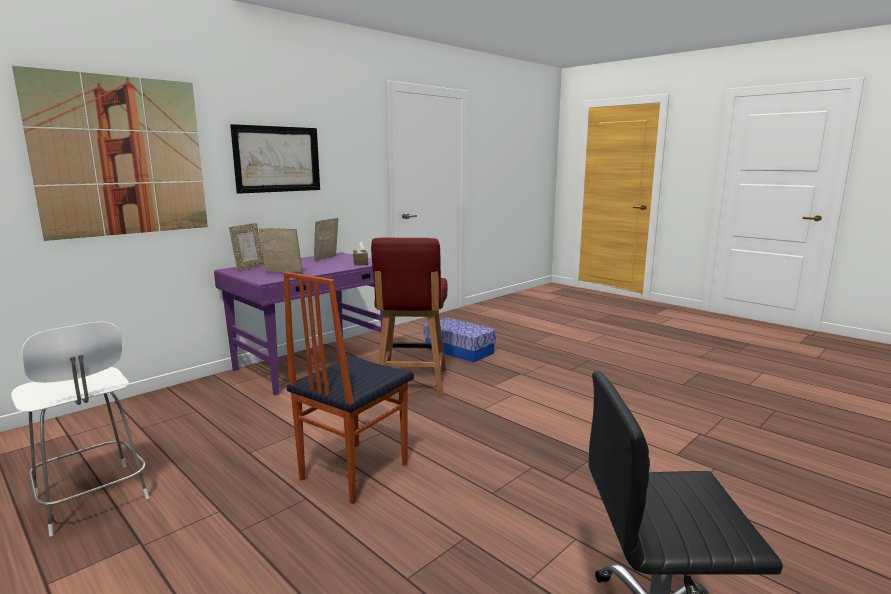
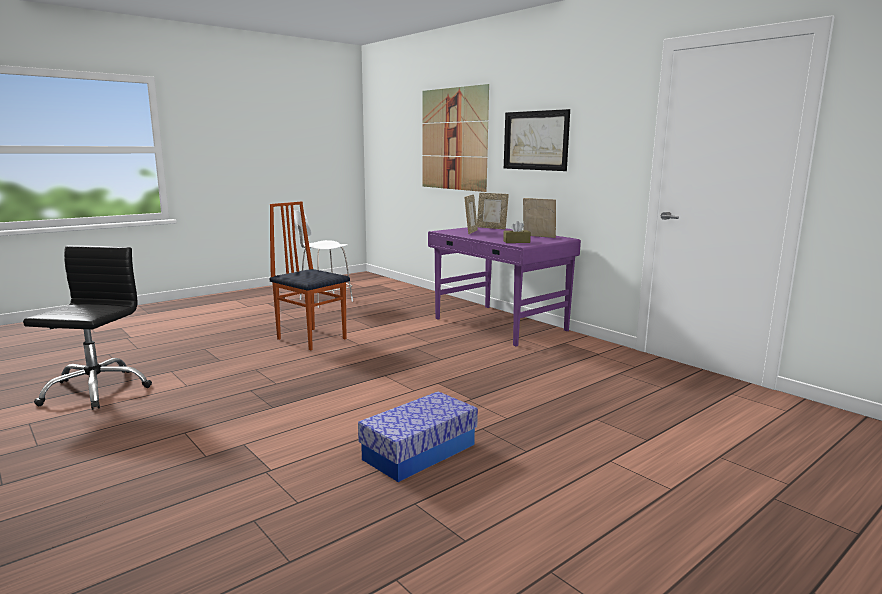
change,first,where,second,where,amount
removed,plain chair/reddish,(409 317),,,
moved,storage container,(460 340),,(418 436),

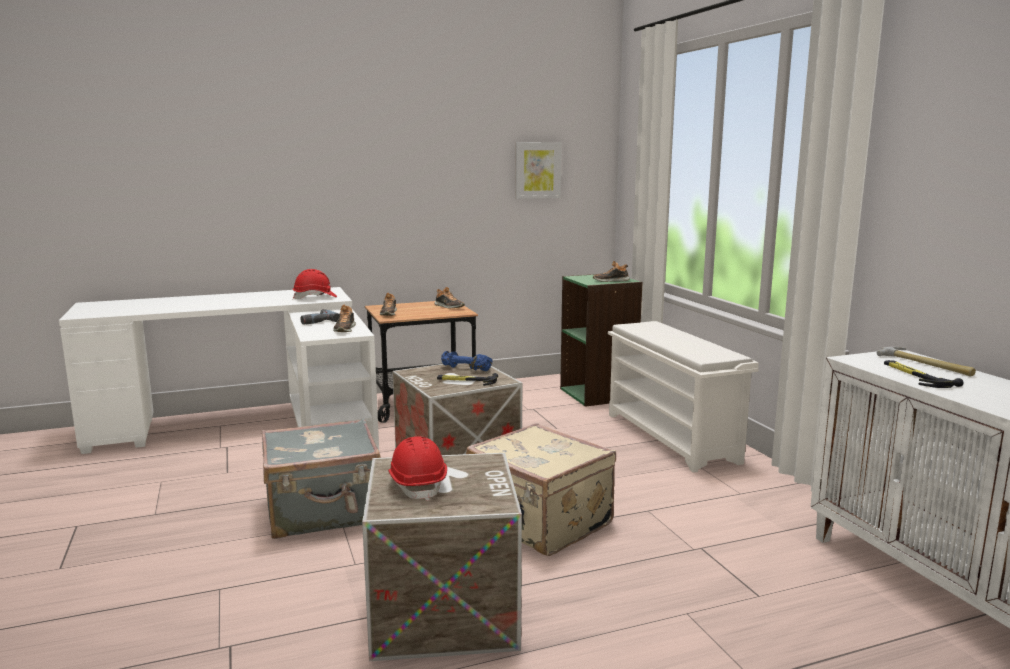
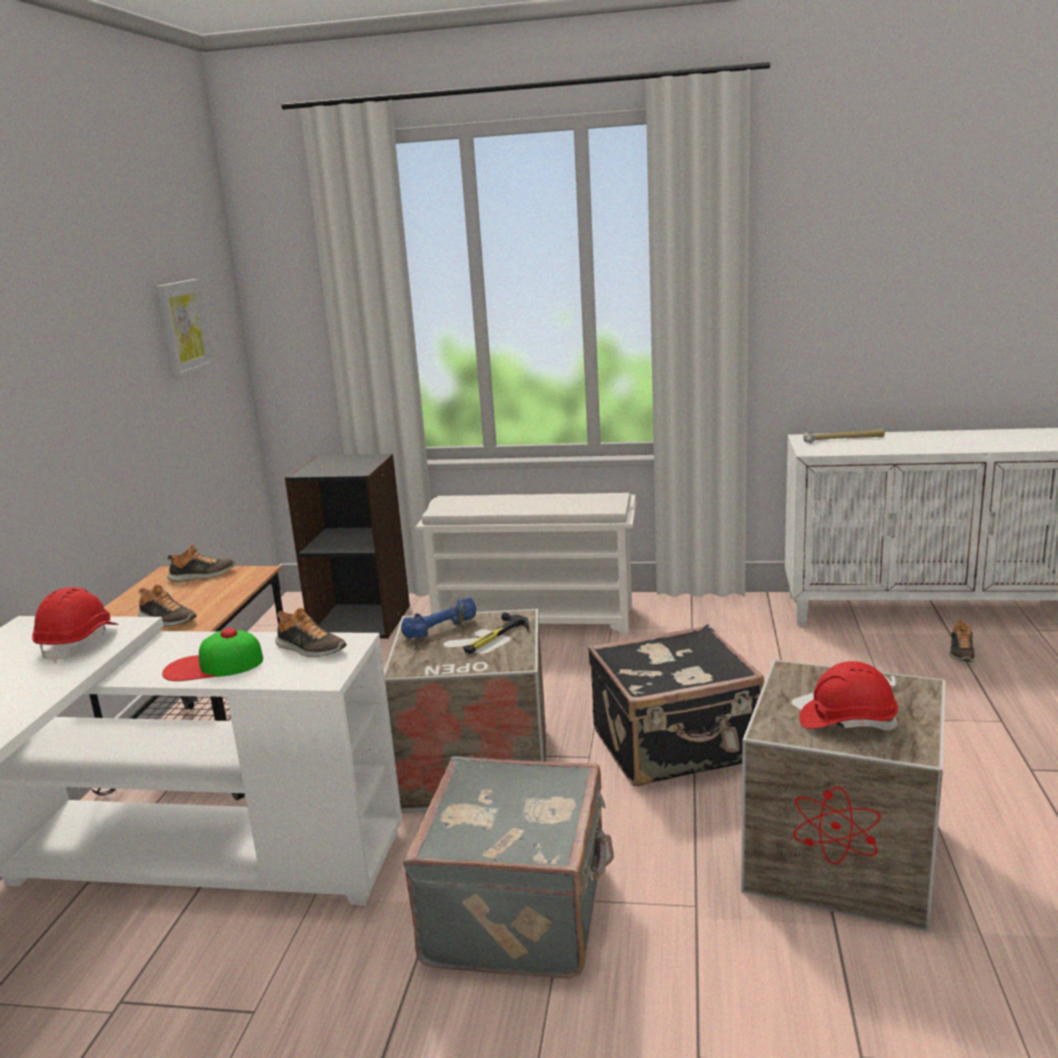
change,first,where,second,where,amount
moved,item of footwear,(611 271),,(962 641),
recoloured,bookshelf/green,(601 340),bookshelf/black,(347 546),
replaced,drill,(320 317),baseball cap,(212 654),
removed,tool hammer,(924 374),,,
recoloured,suitcase/beige,(541 489),suitcase/black,(676 705),

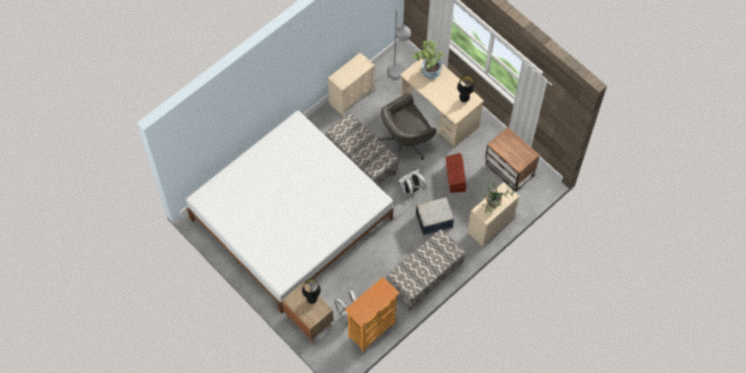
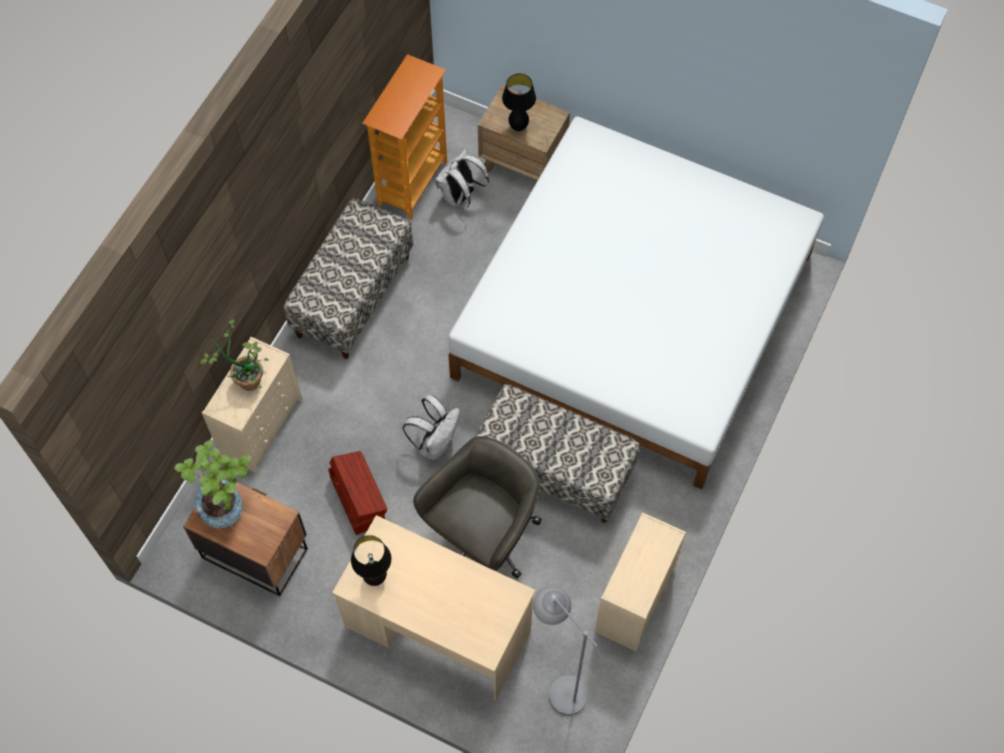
change,first,where,second,where,amount
moved,potted plant,(429 59),,(212 484),
removed,storage container,(435 216),,,

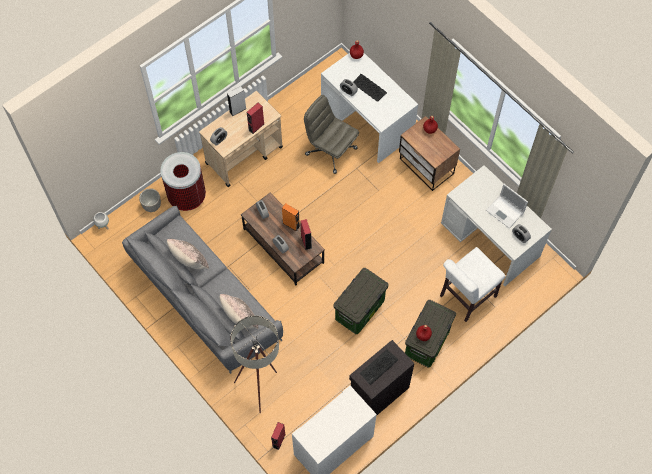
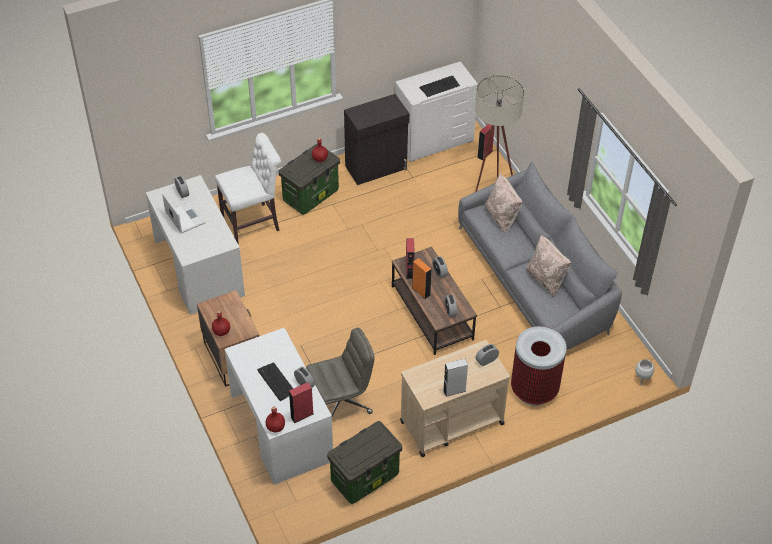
change,first,where,second,where,amount
turned,desk chair/gray,(331 134),,(340 372),75 degrees counterclockwise
moved,loudspeaker/reddish,(255 118),,(301 402),
removed,planter,(150 200),,,
moved,storage container,(360 301),,(364 462),
moved,computer keyboard,(379 367),,(439 86),

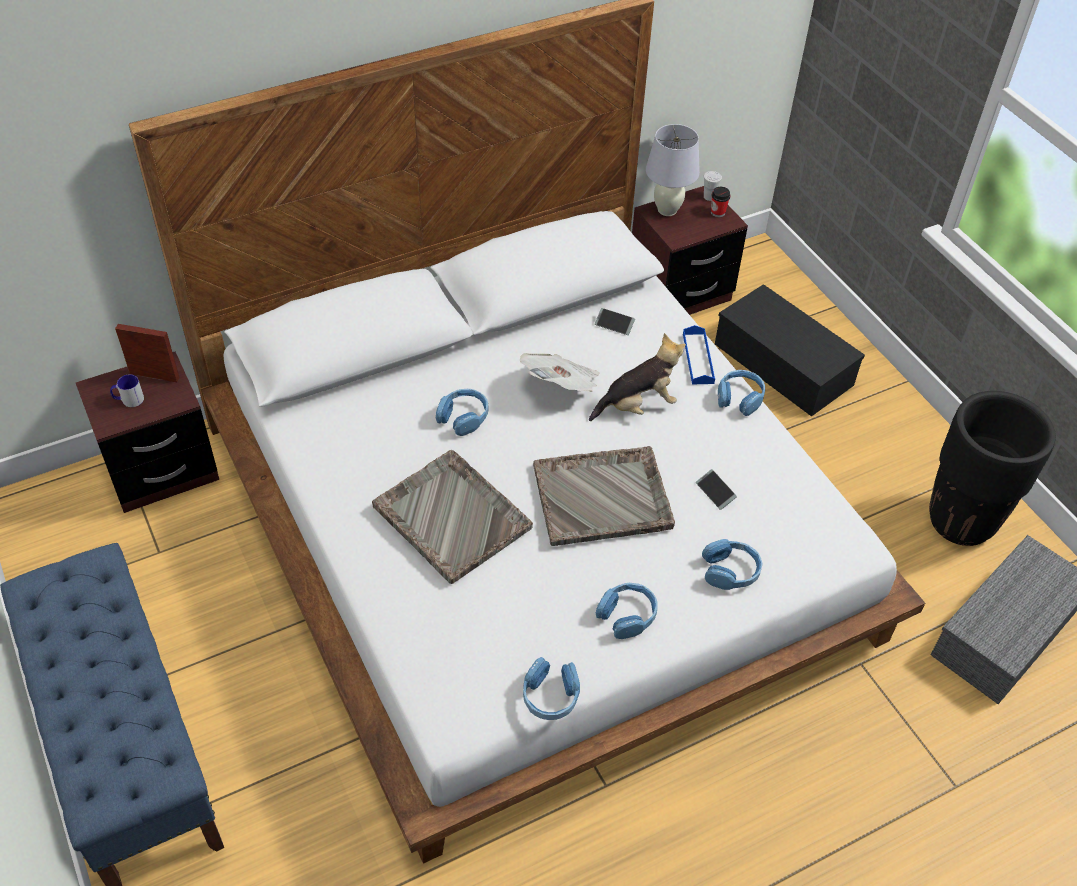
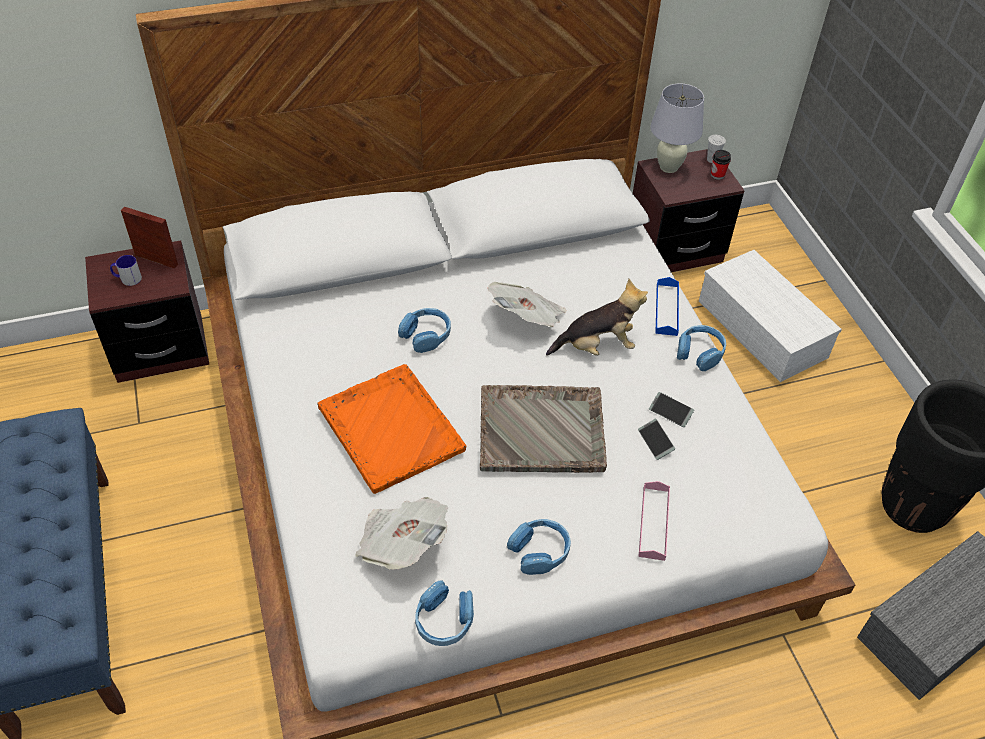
change,first,where,second,where,amount
recoloured,storage container/black,(790 350),storage container/whitish,(770 316),
moved,phone,(615 321),,(671 409),
recoloured,serving tray/gray,(452 517),serving tray/orange,(391 429),
replaced,pair of headphones/blue-coloured,(732 564),serving tray/pink-coloured,(654 521),
added,,,daily paper,(401 533),

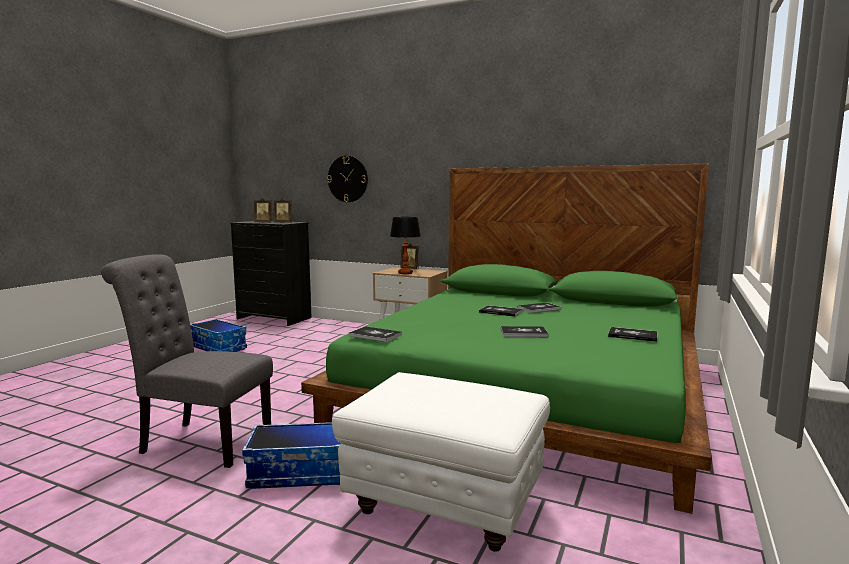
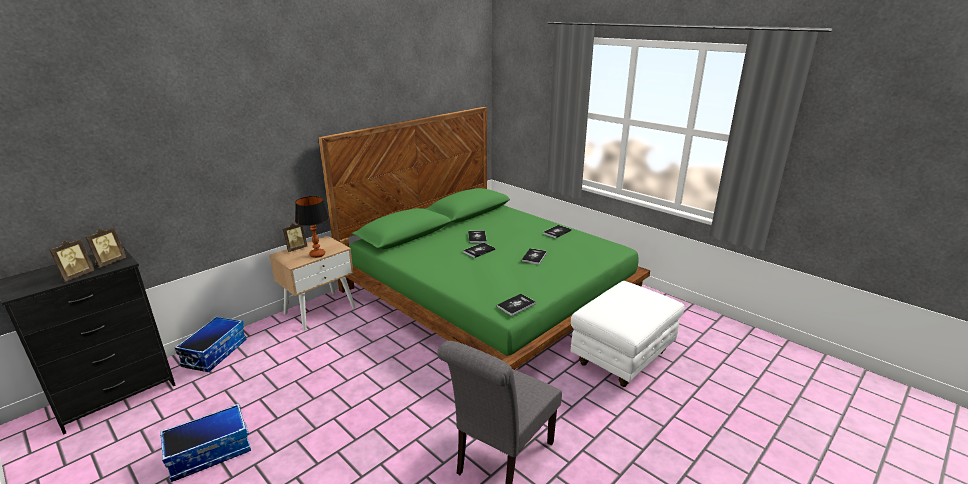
change,first,where,second,where,amount
removed,clock on the wall,(347 179),,,
moved,storage container,(291 455),,(210 344),

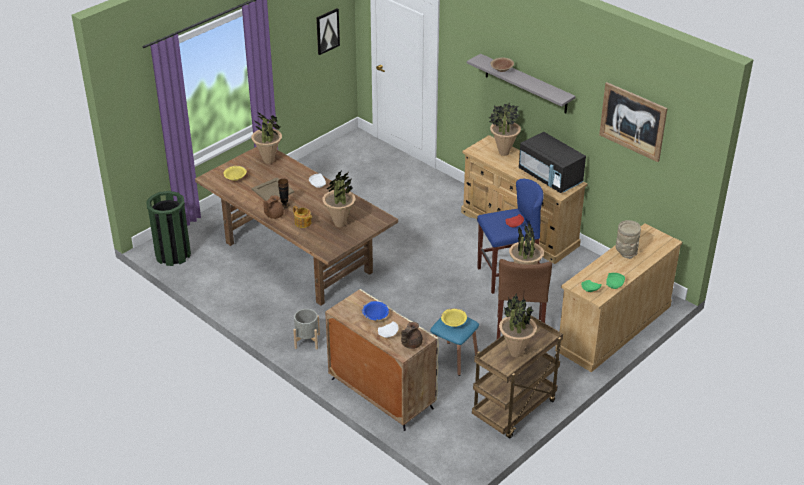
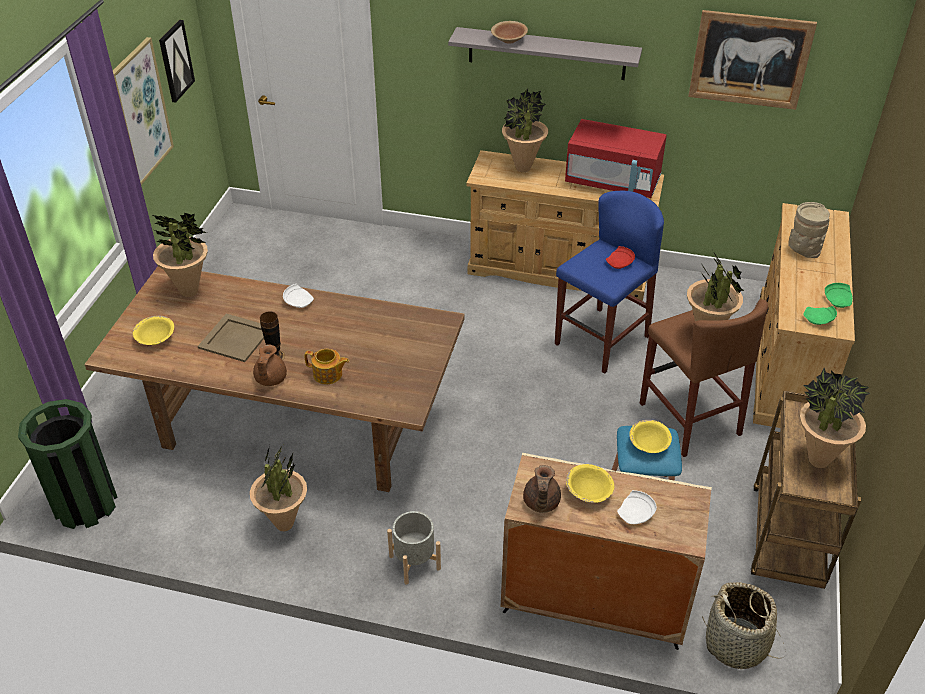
change,first,where,second,where,amount
recoloured,microwave/black,(552 162),microwave/reddish,(616 158),
moved,potted plant,(338 199),,(278 488),
recoloured,serving bowl/blue-coloured,(375 310),serving bowl/yellowish,(590 483),
moved,teapot/brownish,(412 335),,(542 489),
added,,,picture,(143 111),
added,,,storage basket,(743 625),

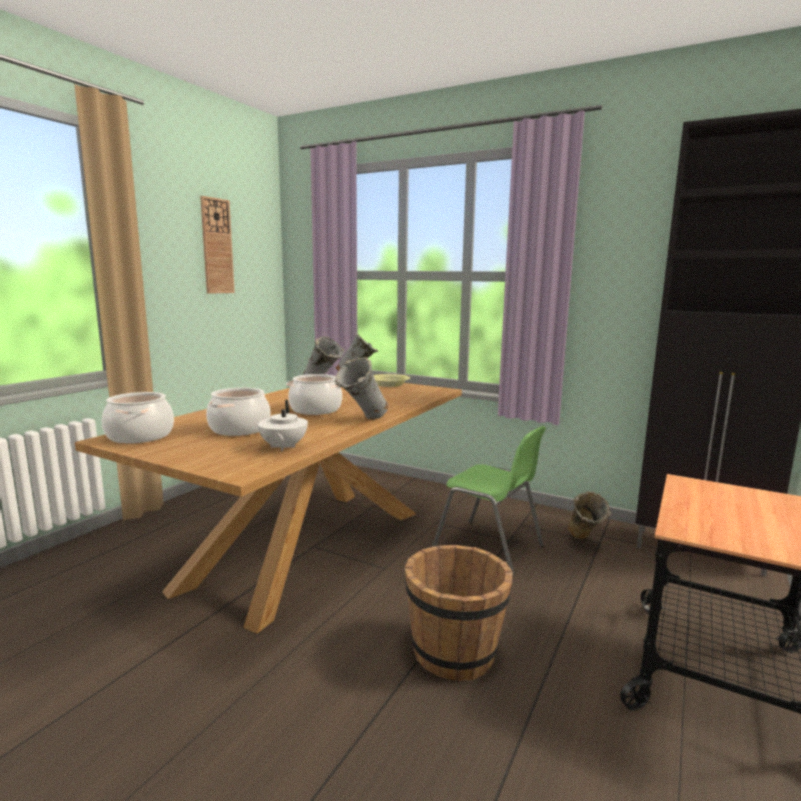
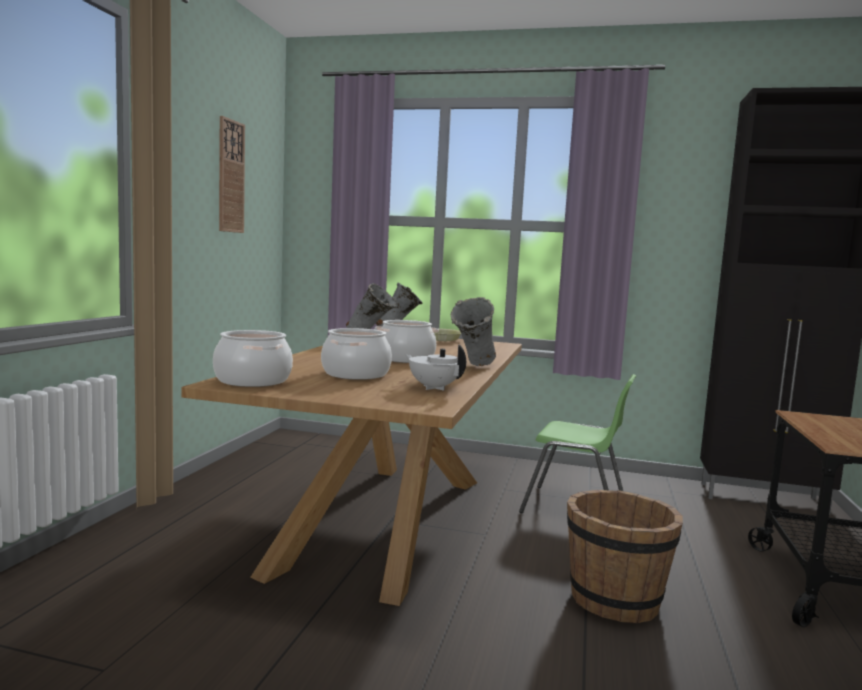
change,first,where,second,where,amount
turned,teapot/whitish,(283 425),,(435 368),150 degrees clockwise
removed,decorative vase/beige,(589 515),,,

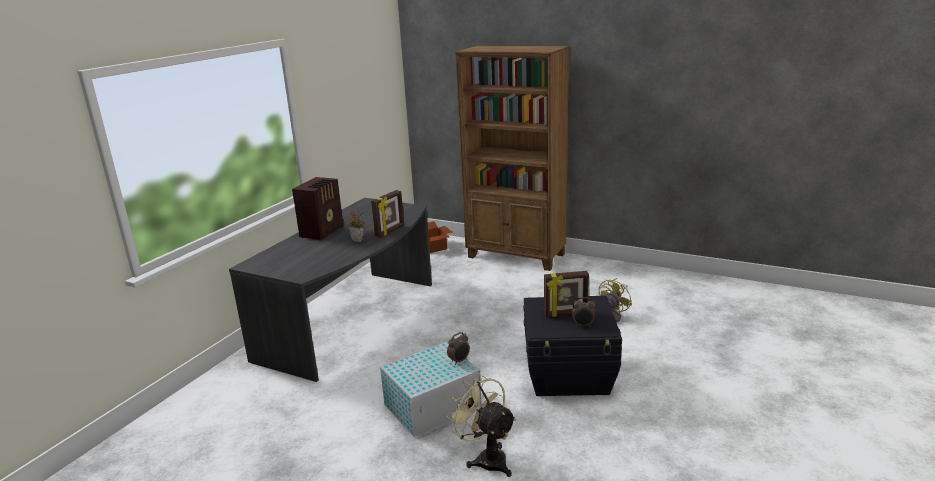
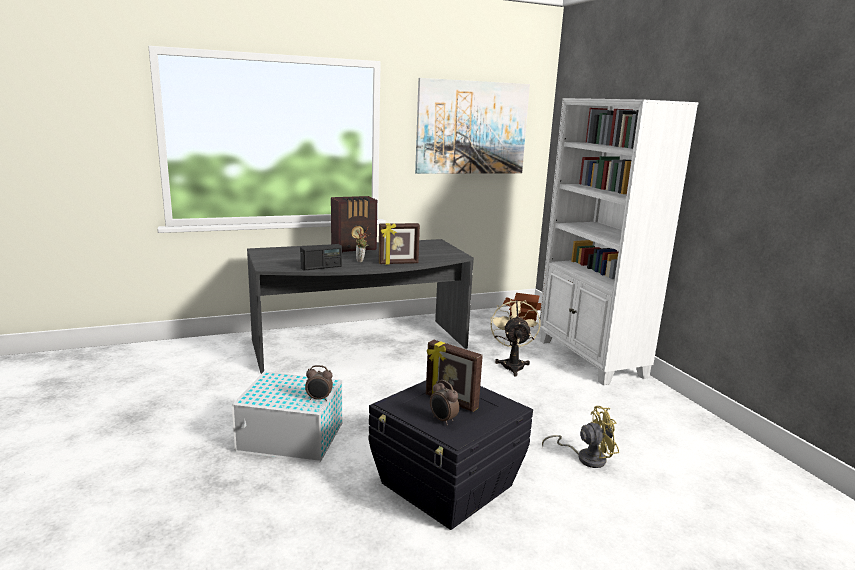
change,first,where,second,where,amount
recoloured,bookshelf/brownish,(512 158),bookshelf/whitish,(619 241),
moved,cooling fan/beige,(481 425),,(515 337),
added,,,picture,(472 126),
added,,,radio set,(321 257),

